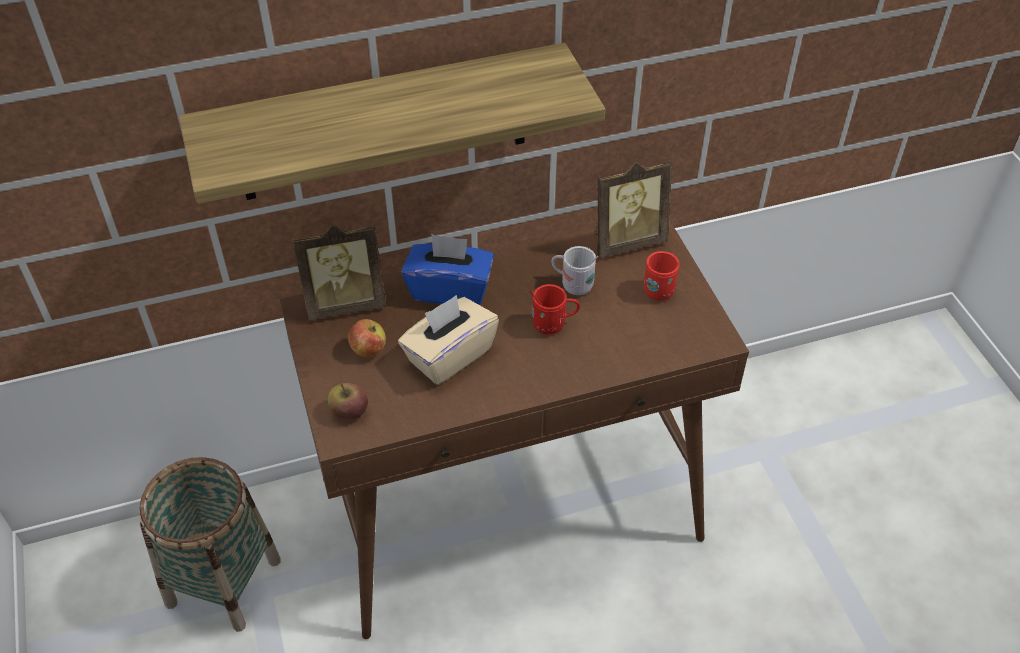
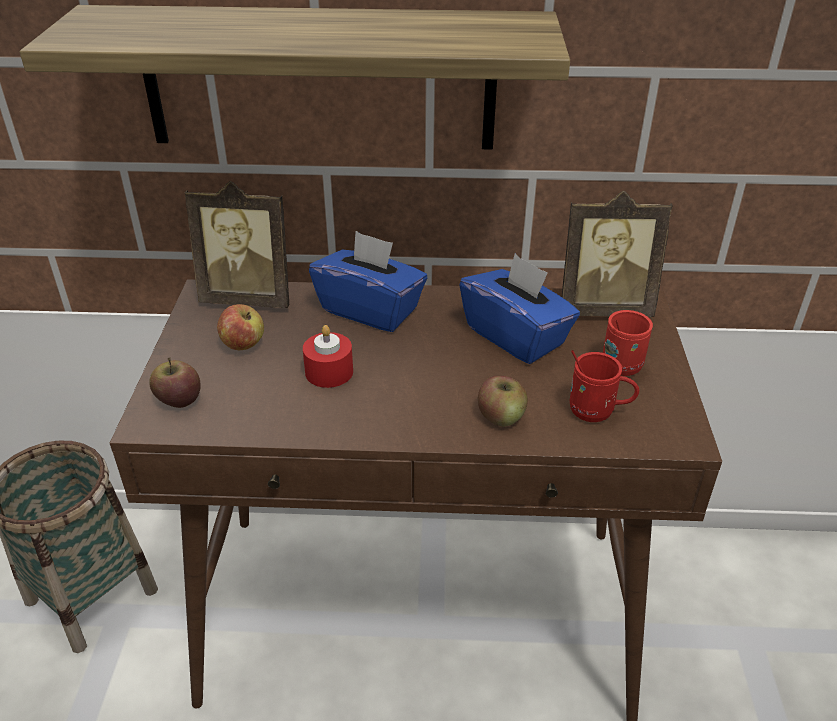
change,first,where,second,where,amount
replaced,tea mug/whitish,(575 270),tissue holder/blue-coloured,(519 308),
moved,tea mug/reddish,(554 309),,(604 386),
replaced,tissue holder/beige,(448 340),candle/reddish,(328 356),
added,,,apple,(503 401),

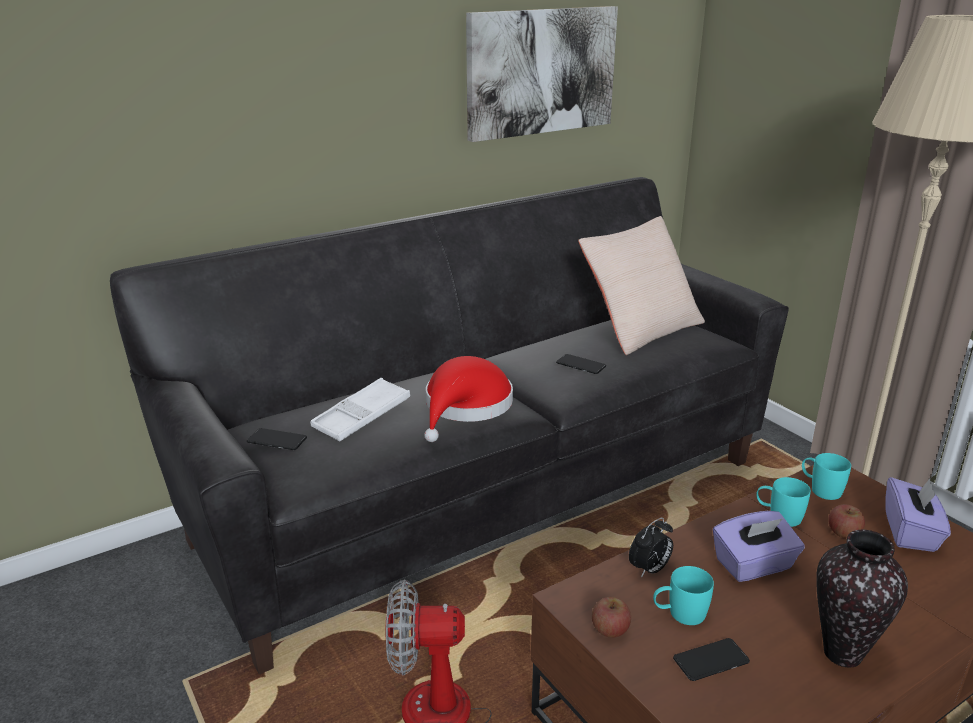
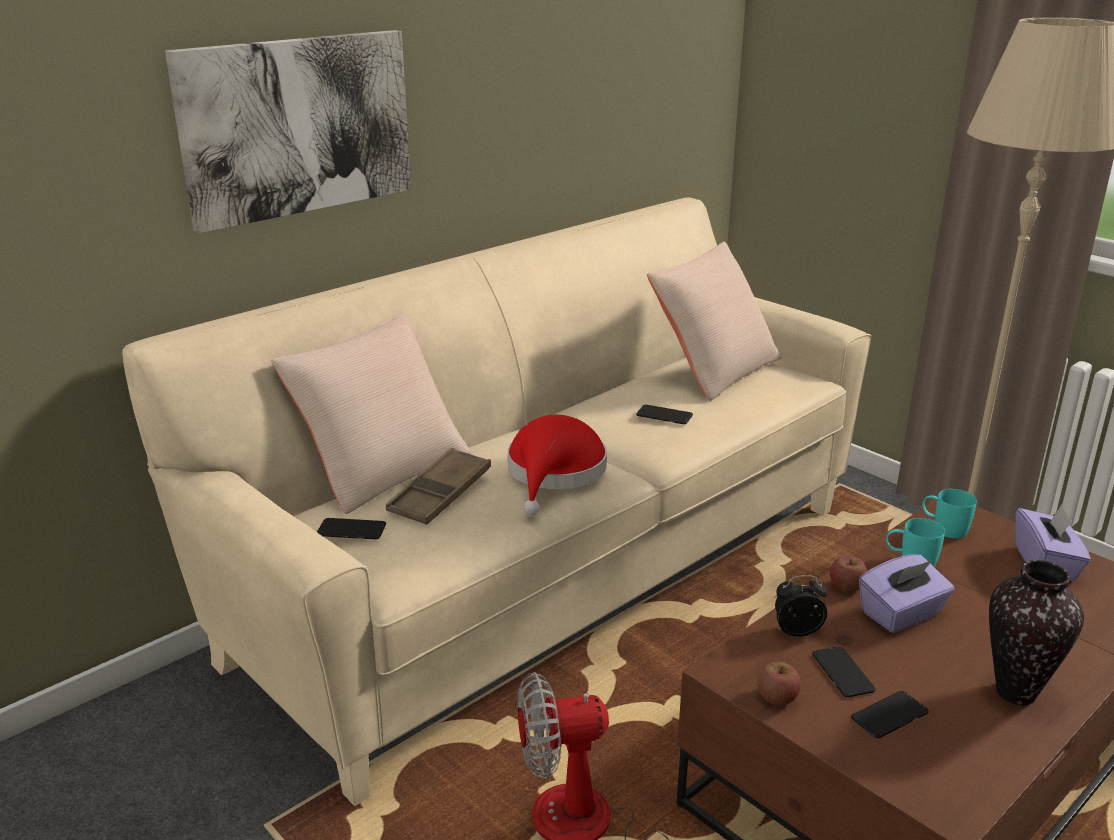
change,first,where,second,where,amount
moved,picture,(542 74),,(288 131),
recoloured,settee/black,(449 426),settee/beige,(496 501),
recoloured,serving tray/whitish,(360 409),serving tray/brownish,(438 486),
moved,apple,(846 521),,(848 574),
turned,table clock,(651 548),,(801 606),135 degrees counterclockwise
replaced,tea mug/blue-green,(683 595),phone,(844 671),
added,,,cushion/beige,(371 414),

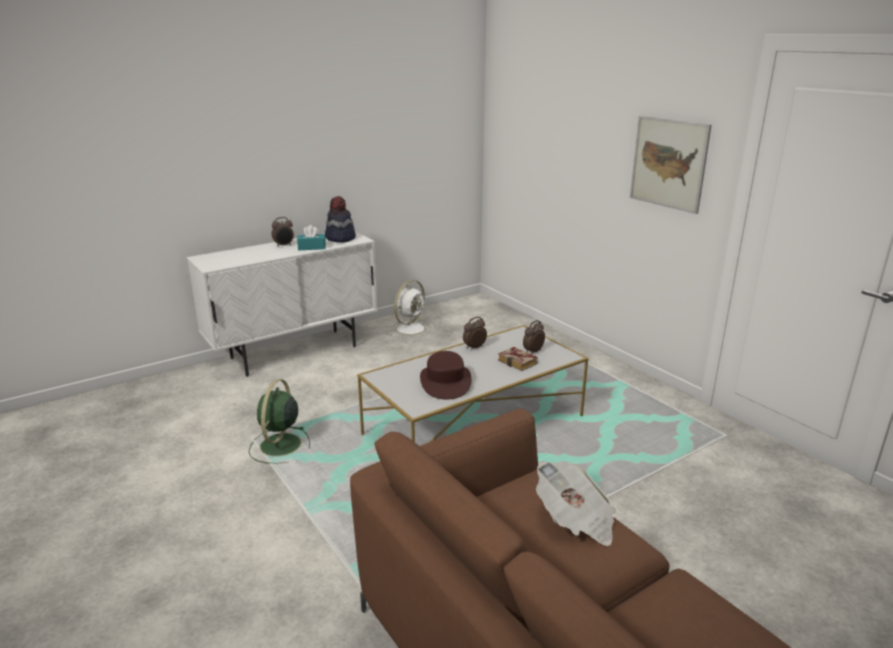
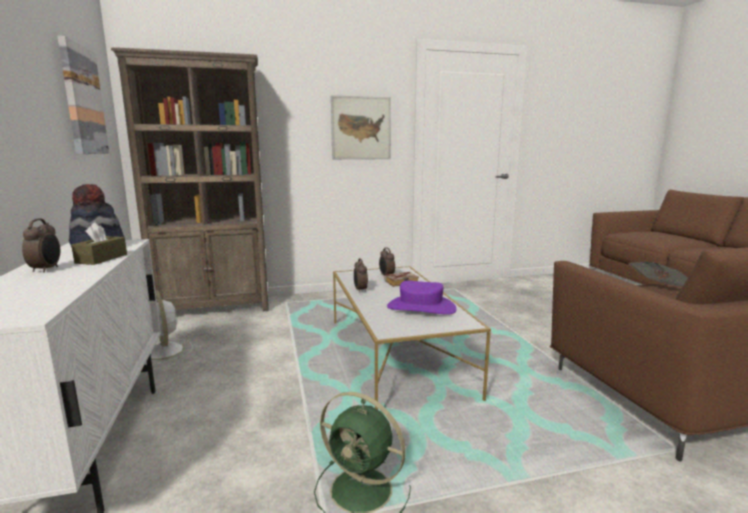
change,first,where,second,where,amount
recoloured,tissue holder/blue-green,(311 237),tissue holder/brownish,(99 243),
recoloured,wearable hat/brownish,(446 375),wearable hat/purple,(422 297),
added,,,picture,(83 95),
added,,,bookshelf/brownish,(190 179),

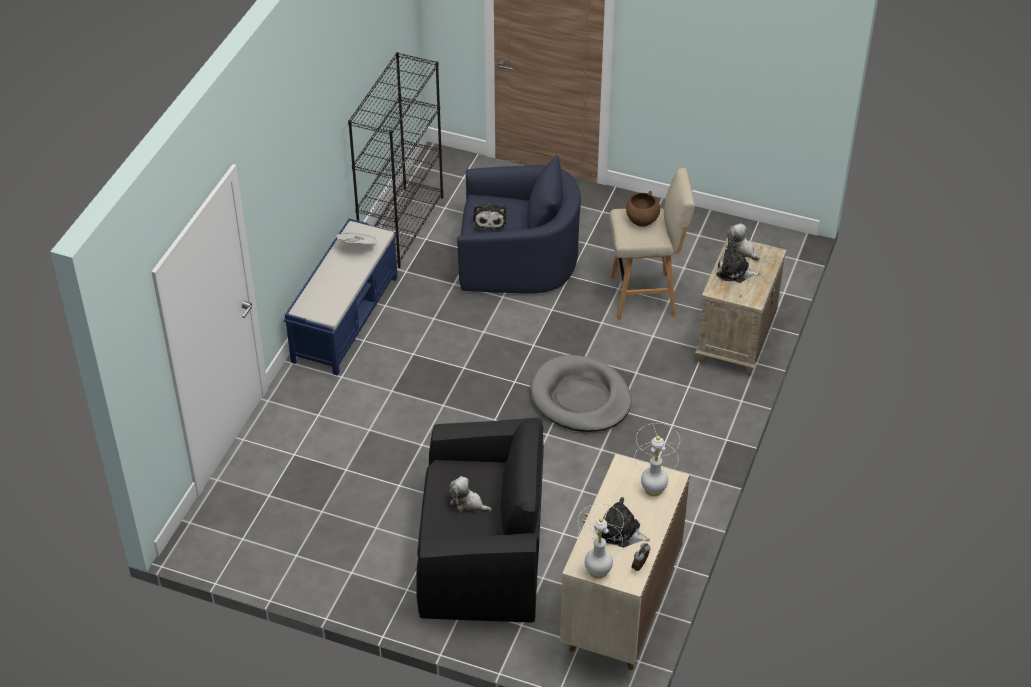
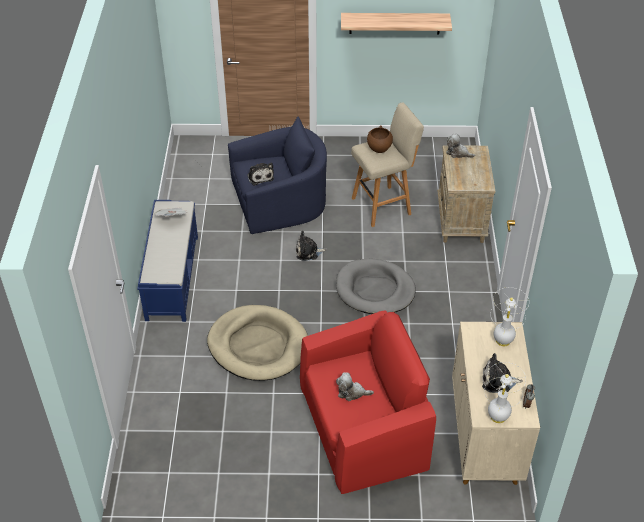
change,first,where,second,where,amount
removed,bookshelf/black,(395 160),,,
moved,cuddly toy,(738 262),,(311 246),
recoloured,lounge chair/black,(480 520),lounge chair/reddish,(368 402),
added,,,bracket shelf,(396 23),
added,,,pet bed/beige,(257 343),

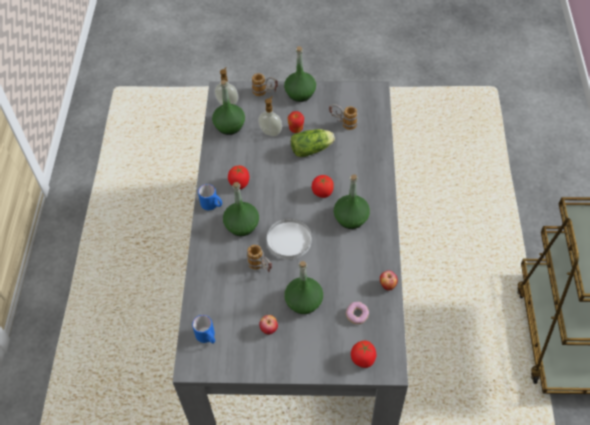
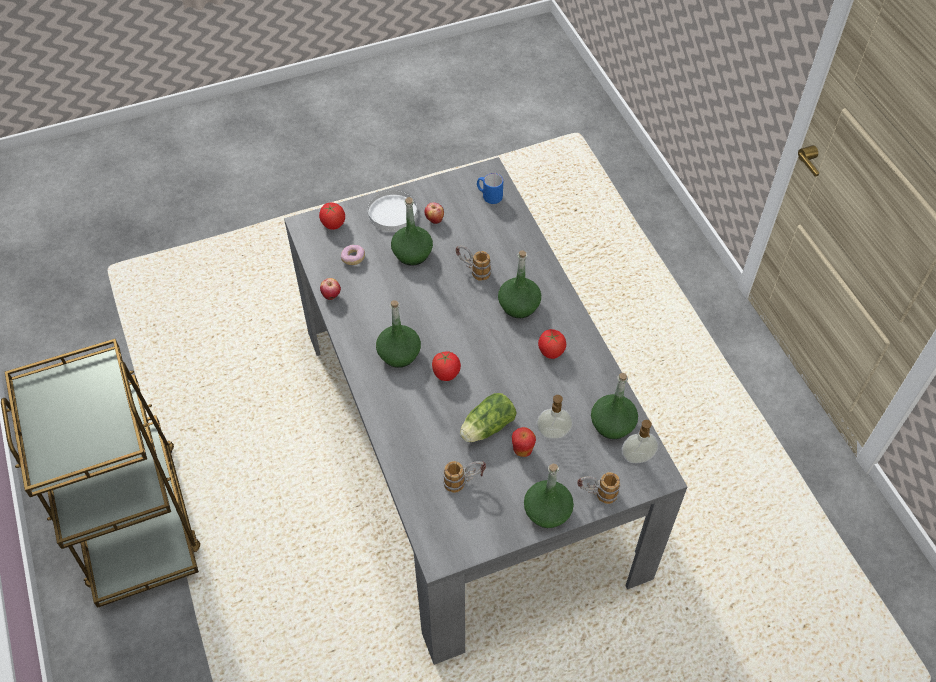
change,first,where,second,where,amount
removed,tea mug/blue-coloured,(210 197),,,
moved,dinner plate/whitish,(289 239),,(392 210),

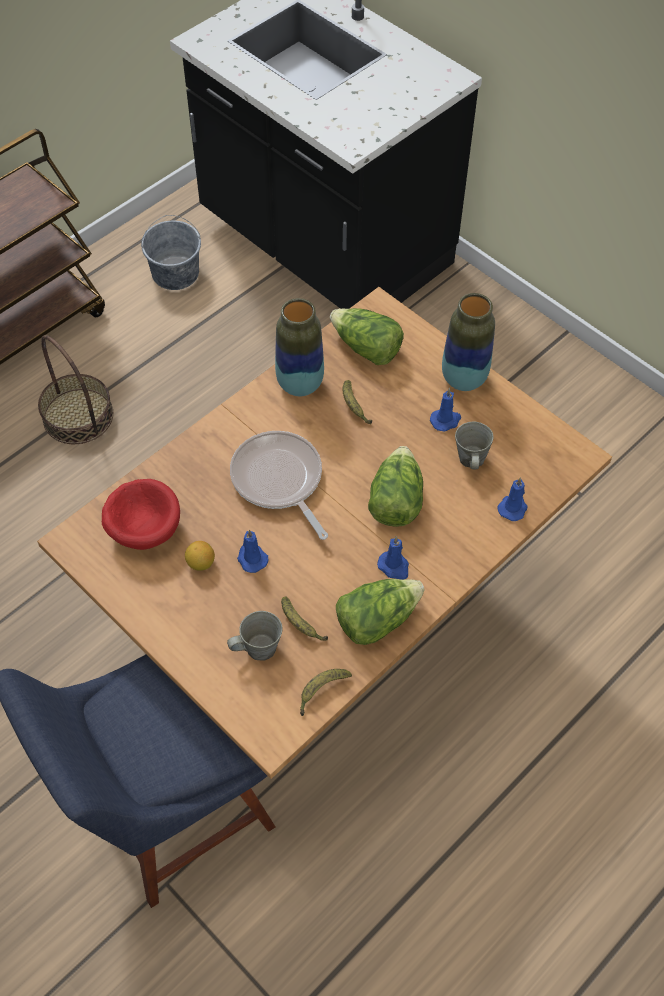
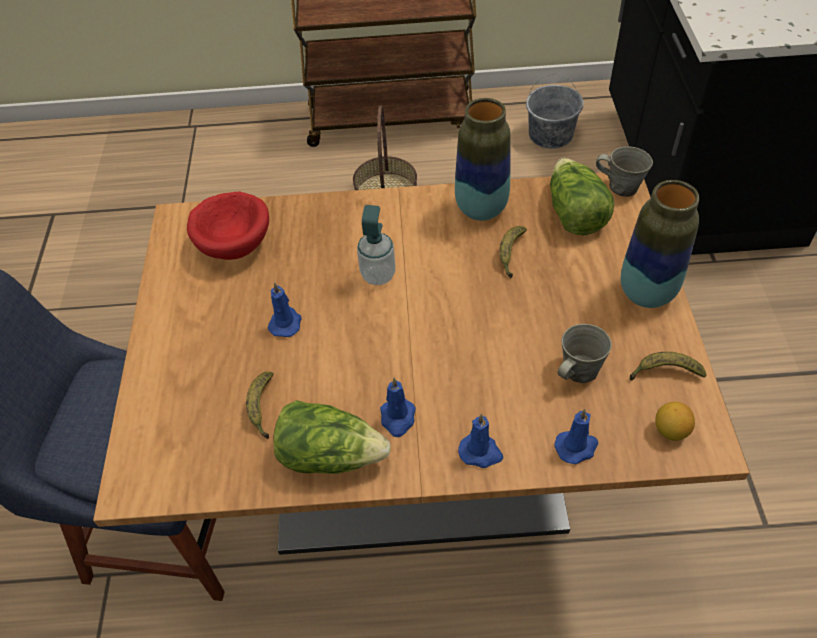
change,first,where,second,where,amount
moved,candle/blue-coloured,(445 410),,(480 441),
replaced,pan,(279 485),liquid soap bottle,(376 245),
removed,lettuce head,(395 486),,,
moved,lemon,(200 556),,(675 421),
moved,tea mug/gray,(254 636),,(624 171),
moved,banana fruit,(326 692),,(667 366),

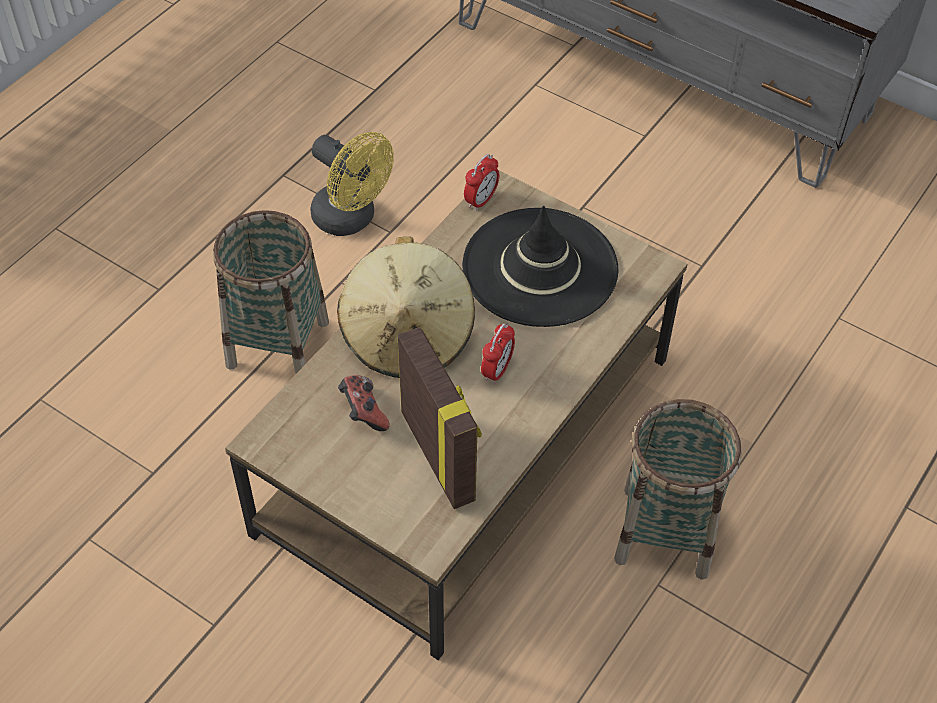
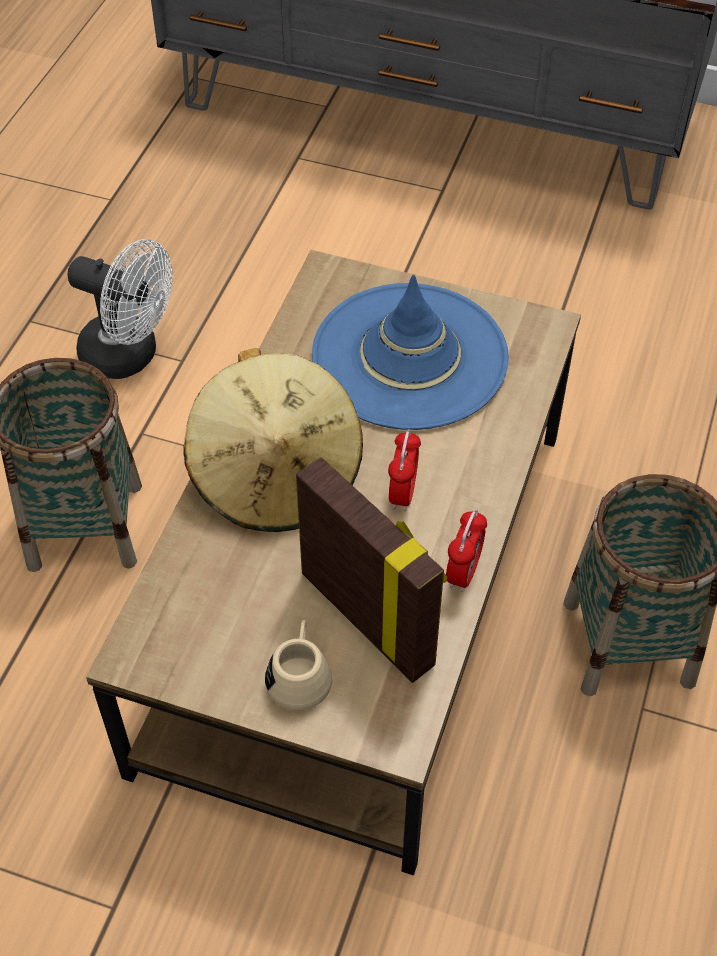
change,first,where,second,where,amount
recoloured,cooling fan/yellowish,(352 184),cooling fan/whitish,(120 309),
moved,table clock,(481 182),,(466 550),
recoloured,wearable hat/black,(540 266),wearable hat/blue-coloured,(410 352),
removed,game controller,(363 403),,,
added,,,tea mug/beige,(298 665),

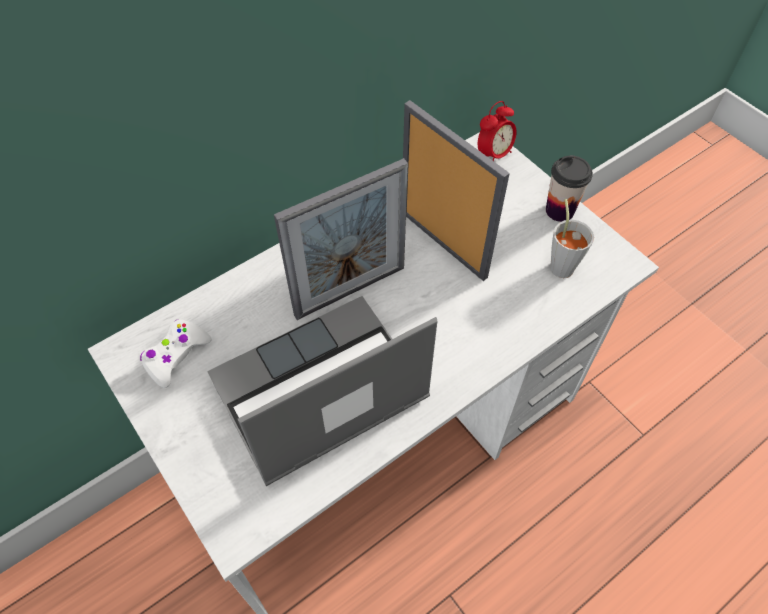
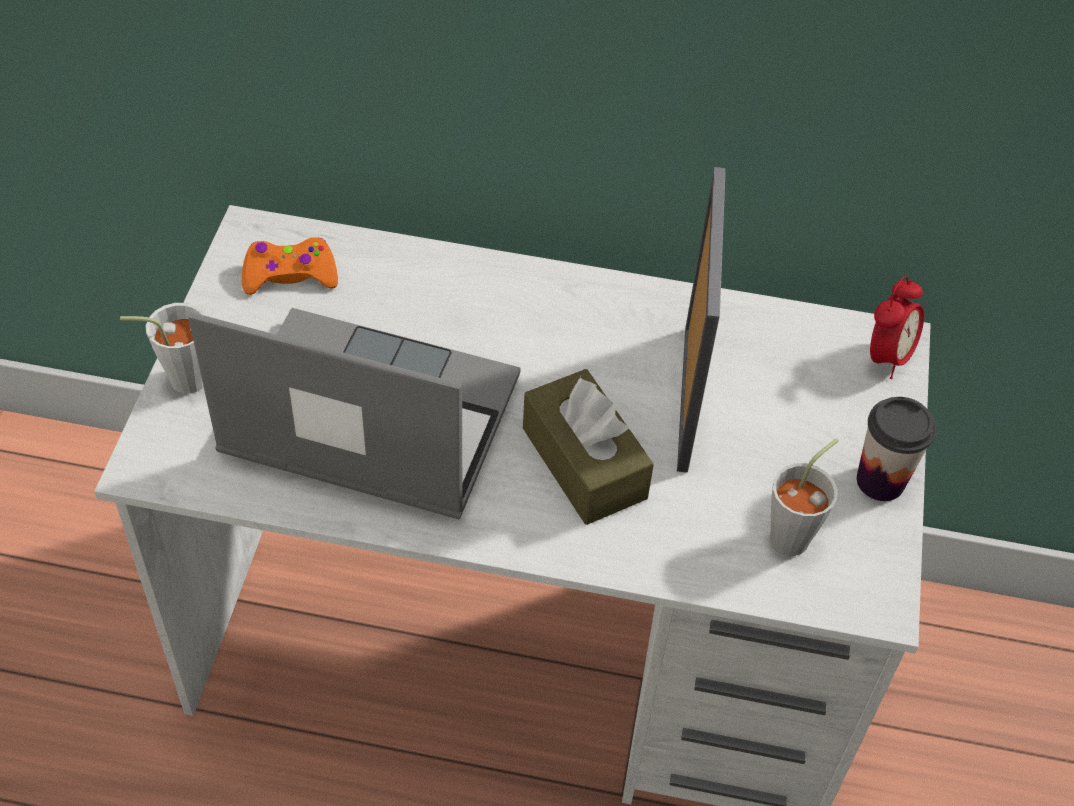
change,first,where,second,where,amount
turned,table clock,(497 131),,(897 327),60 degrees counterclockwise
removed,photo frame,(341 239),,,
recoloured,game controller/whitish,(175 353),game controller/orange,(290 266),
added,,,small cup/whitish,(163 348),
added,,,tissue holder/brownish,(588 447),

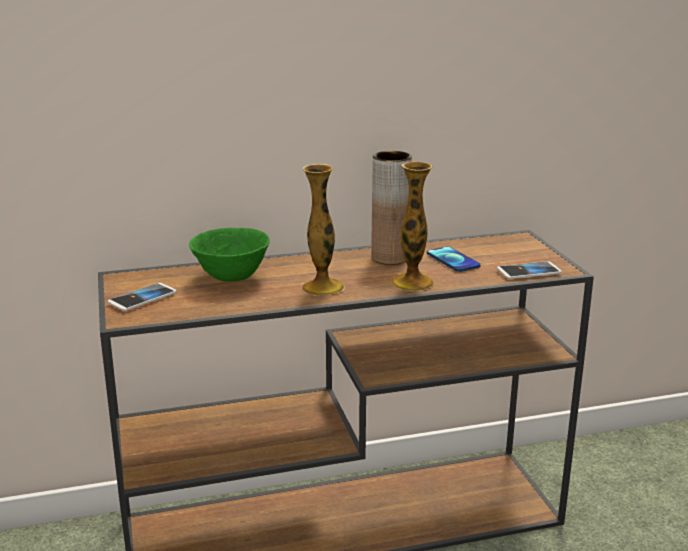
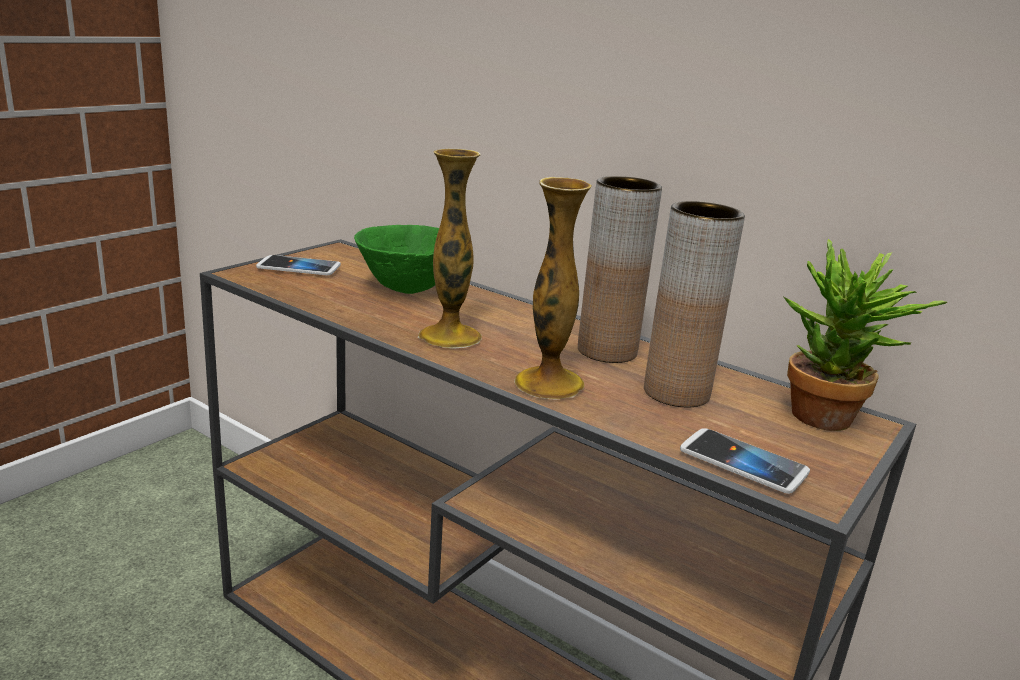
change,first,where,second,where,amount
replaced,phone,(454 259),decorative vase/brownish,(694 304),
added,,,potted plant,(865 335),

